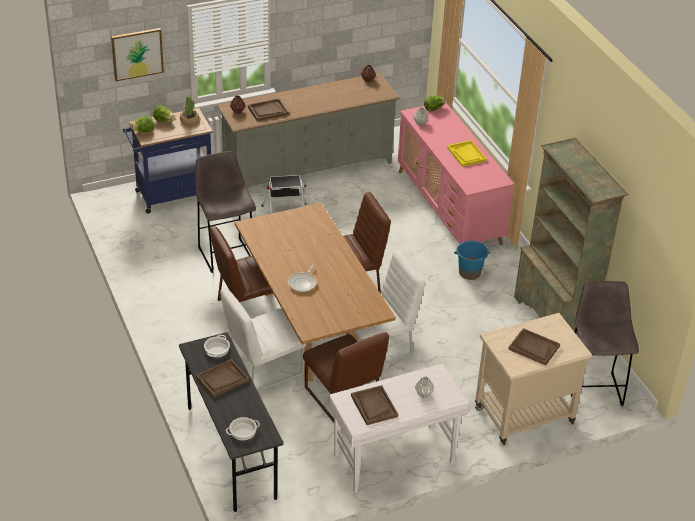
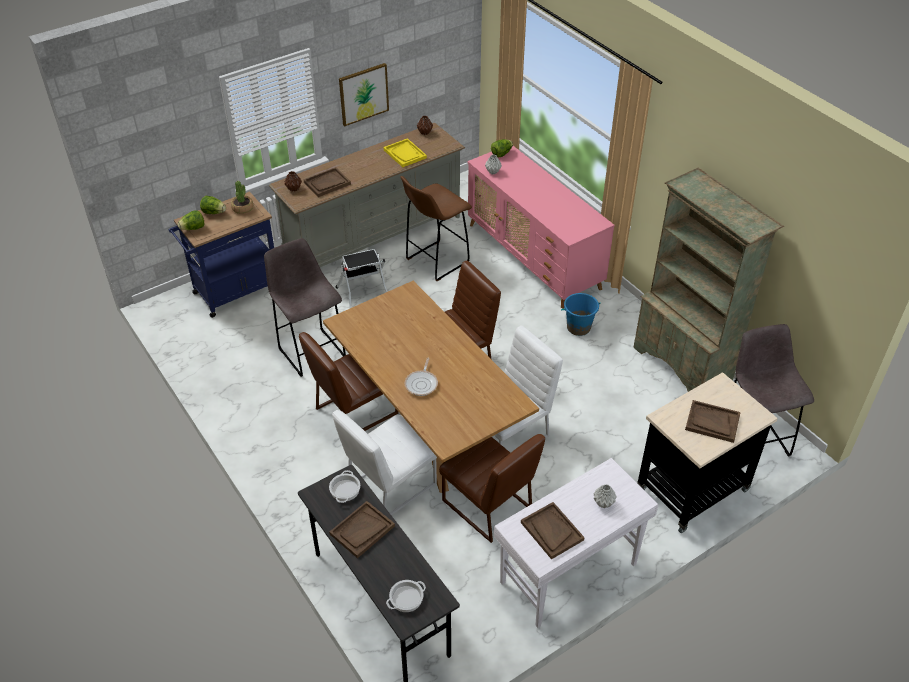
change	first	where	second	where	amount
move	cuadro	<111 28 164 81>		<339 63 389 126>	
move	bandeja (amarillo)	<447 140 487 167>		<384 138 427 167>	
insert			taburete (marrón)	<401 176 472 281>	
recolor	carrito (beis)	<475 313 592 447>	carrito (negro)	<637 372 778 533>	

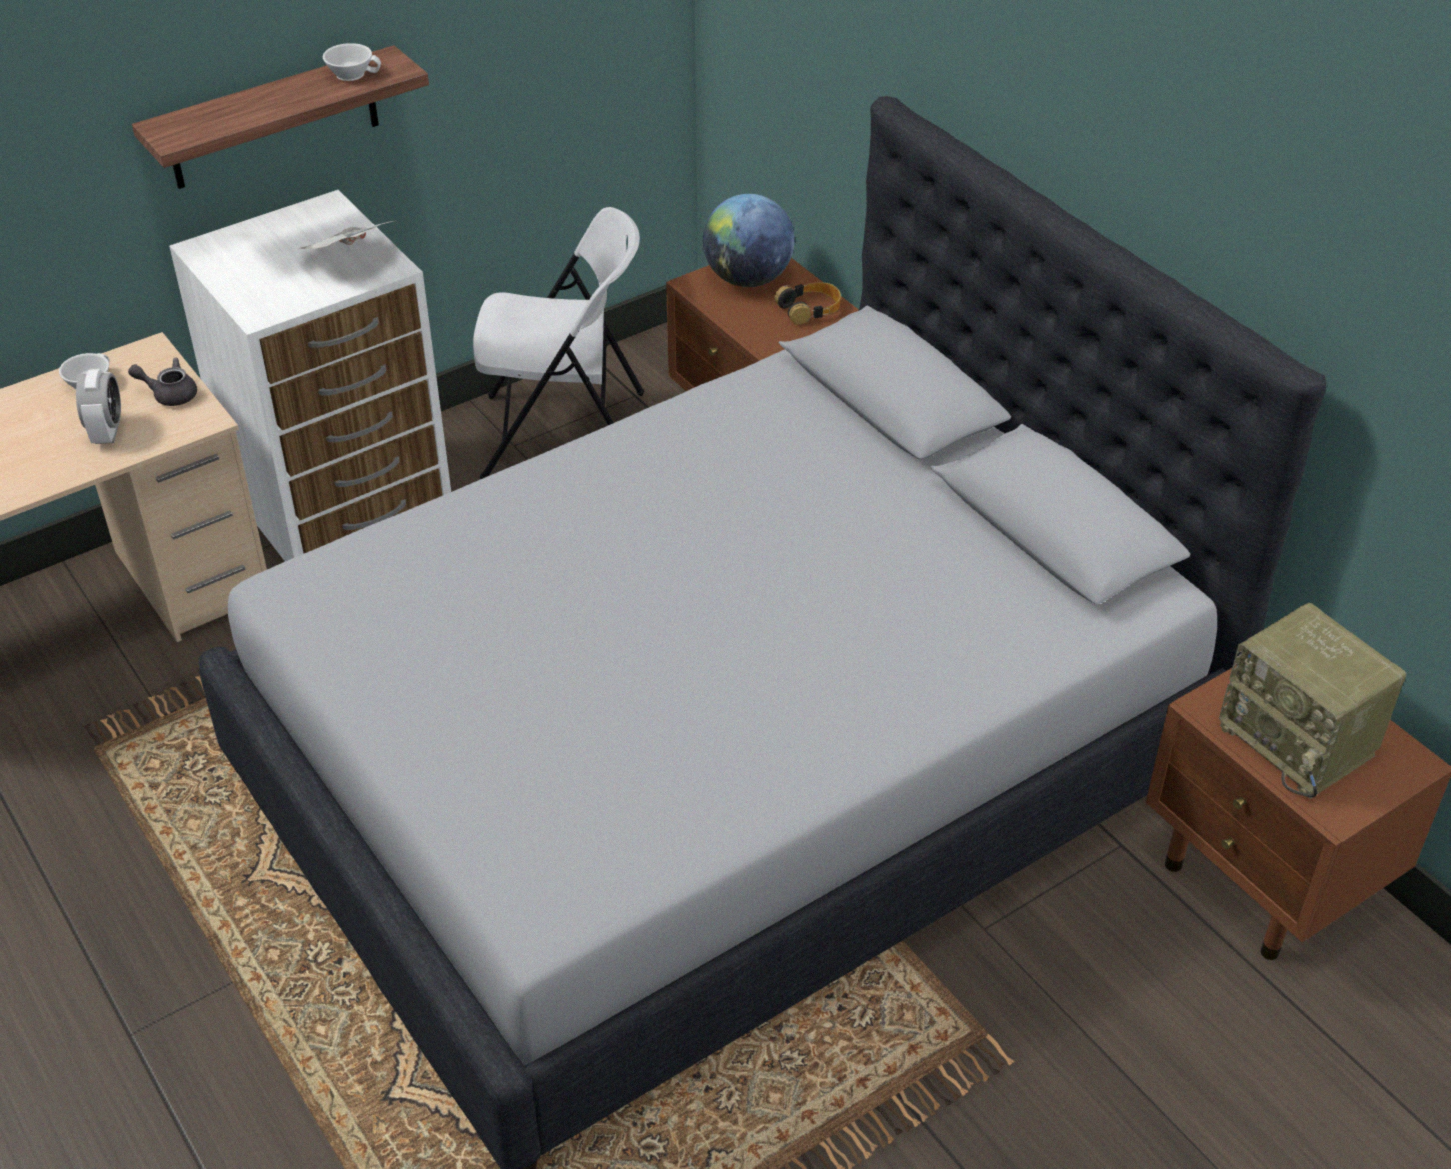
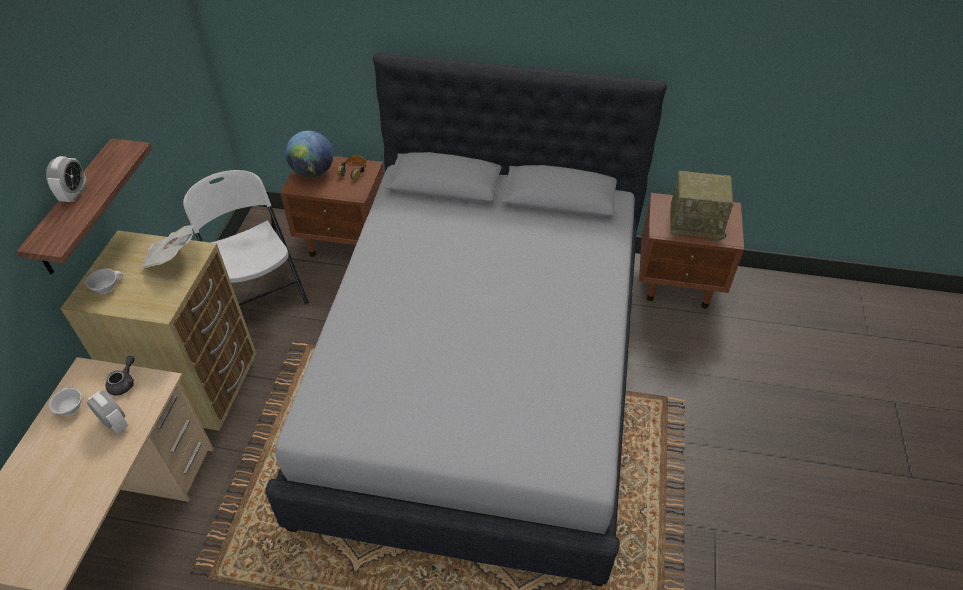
change	first	where	second	where	amount
insert			despertador	<46 156 87 202>	
recolor	cómoda (blanco)	<169 190 451 561>	cómoda (marrón)	<60 230 256 431>	
move	taza (blanco)	<323 43 381 81>		<86 268 123 294>	
rotate	tetera (gris)	<128 358 197 406>		<105 356 135 396>	150 degrees clockwise
rotate	silla (blanco)	<473 207 644 479>		<183 170 309 306>	75 degrees counterclockwise

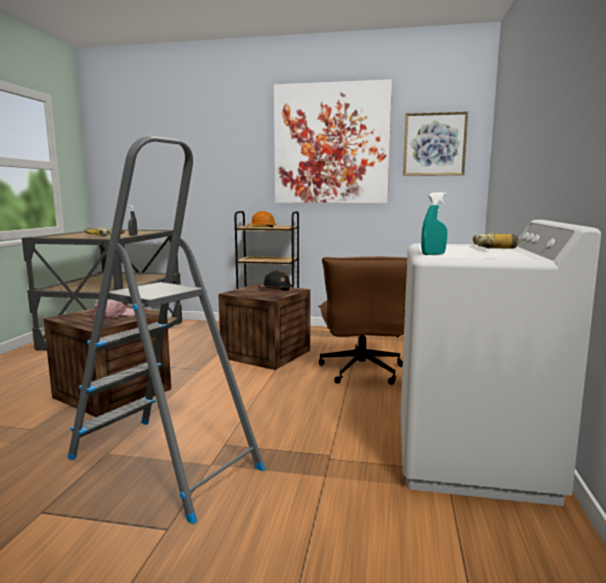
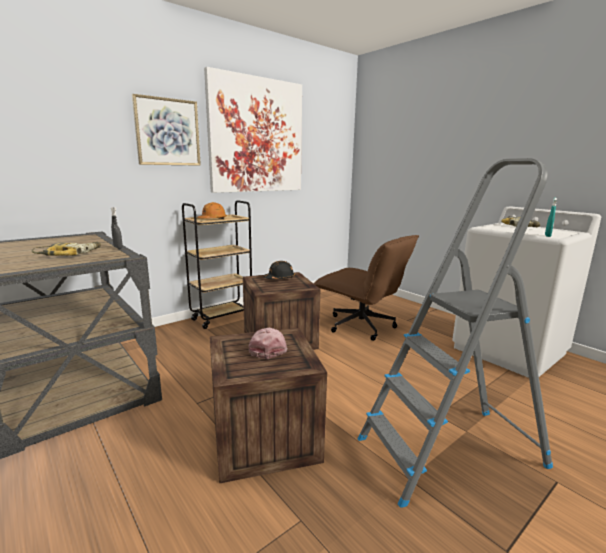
change	first	where	second	where	amount
move	cuadro	<403 112 468 176>		<132 94 201 166>	

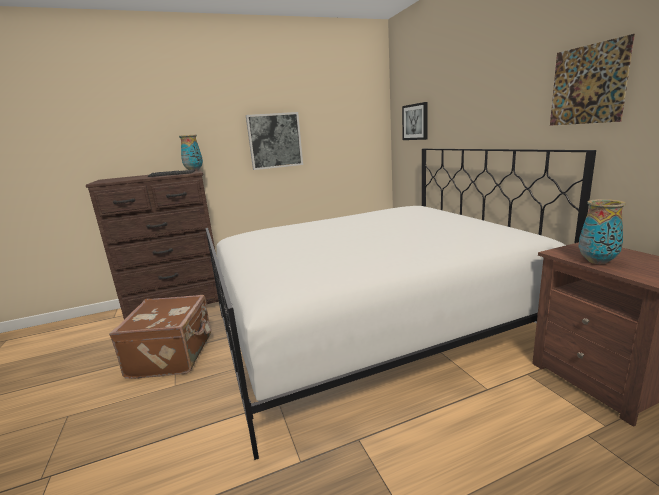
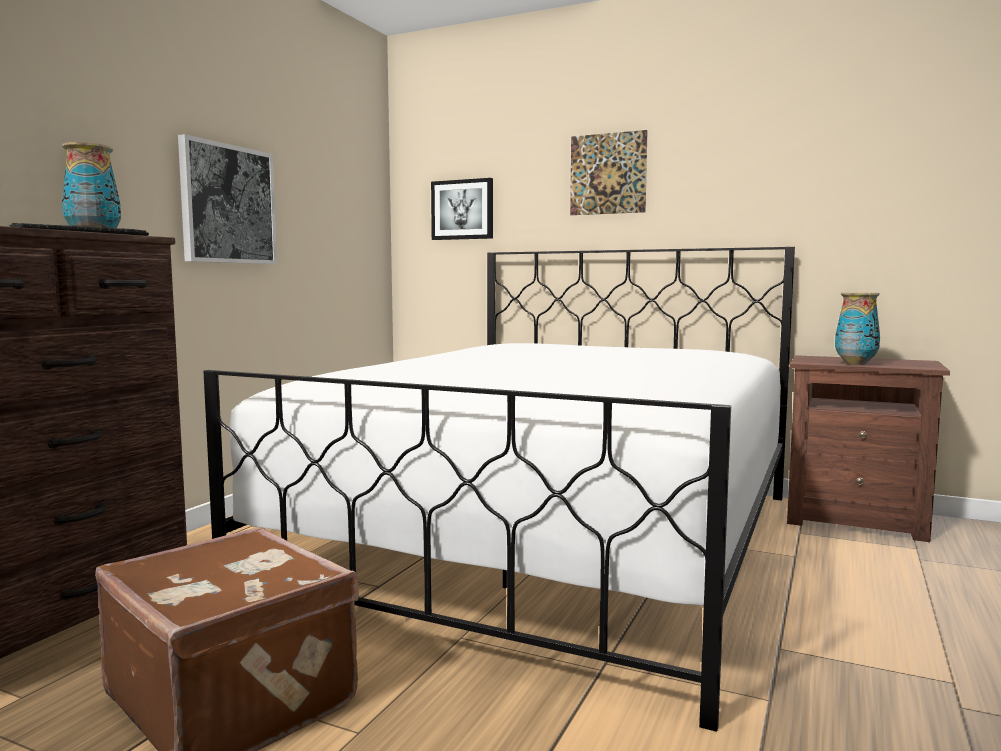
change	first	where	second	where	amount
move	cuadro	<550 34 635 126>		<570 130 648 215>	

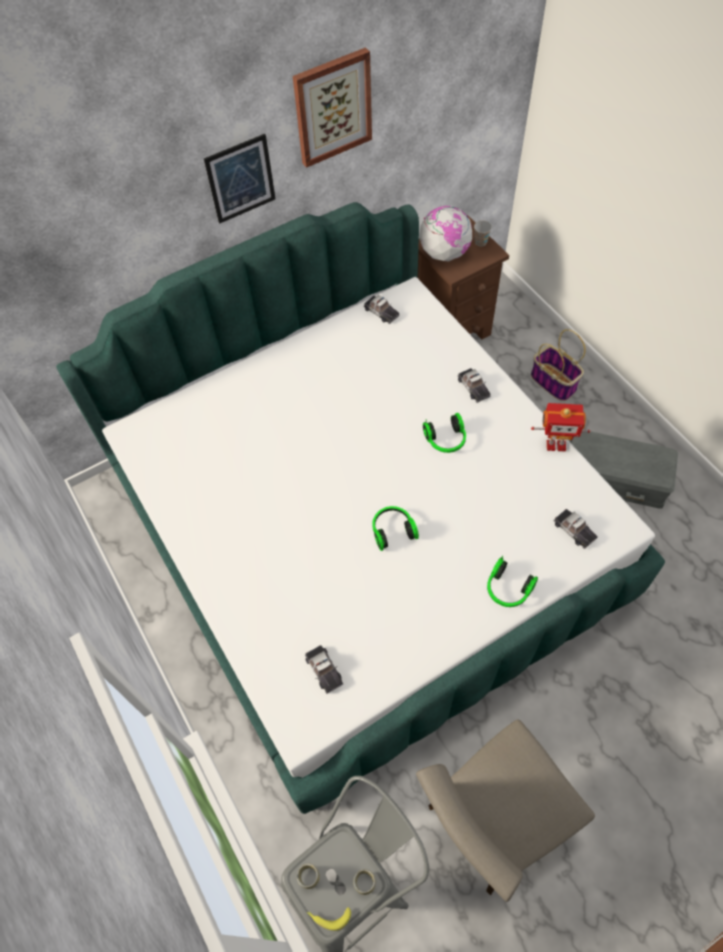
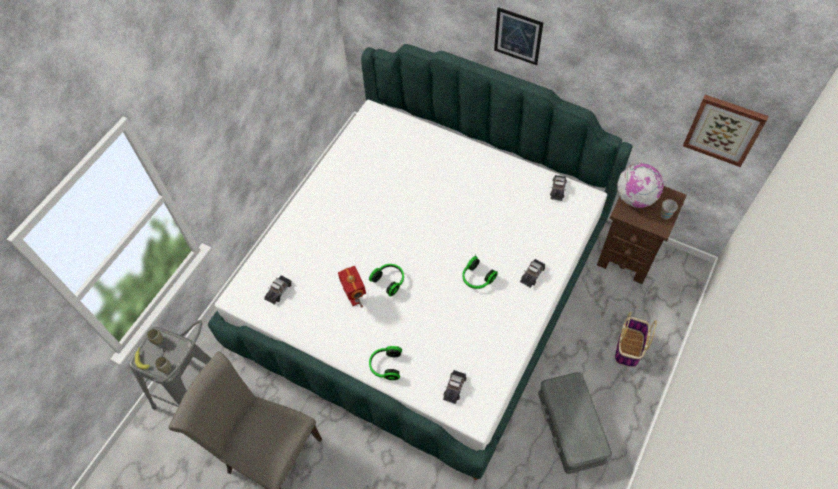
change	first	where	second	where	amount
move	robot de juguete	<531 403 590 452>		<338 266 366 308>	
move	cuadro	<293 47 372 168>		<683 94 768 167>	

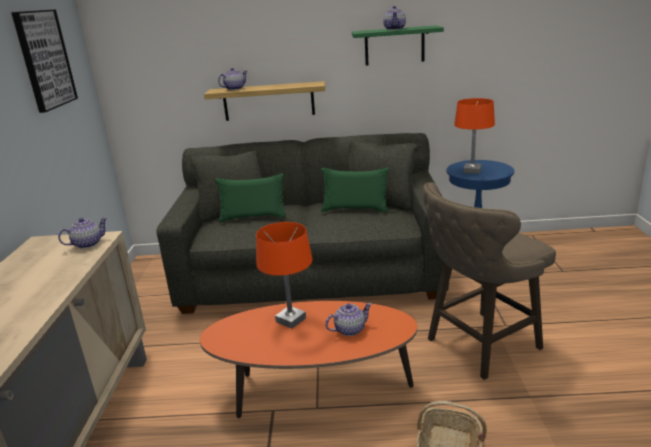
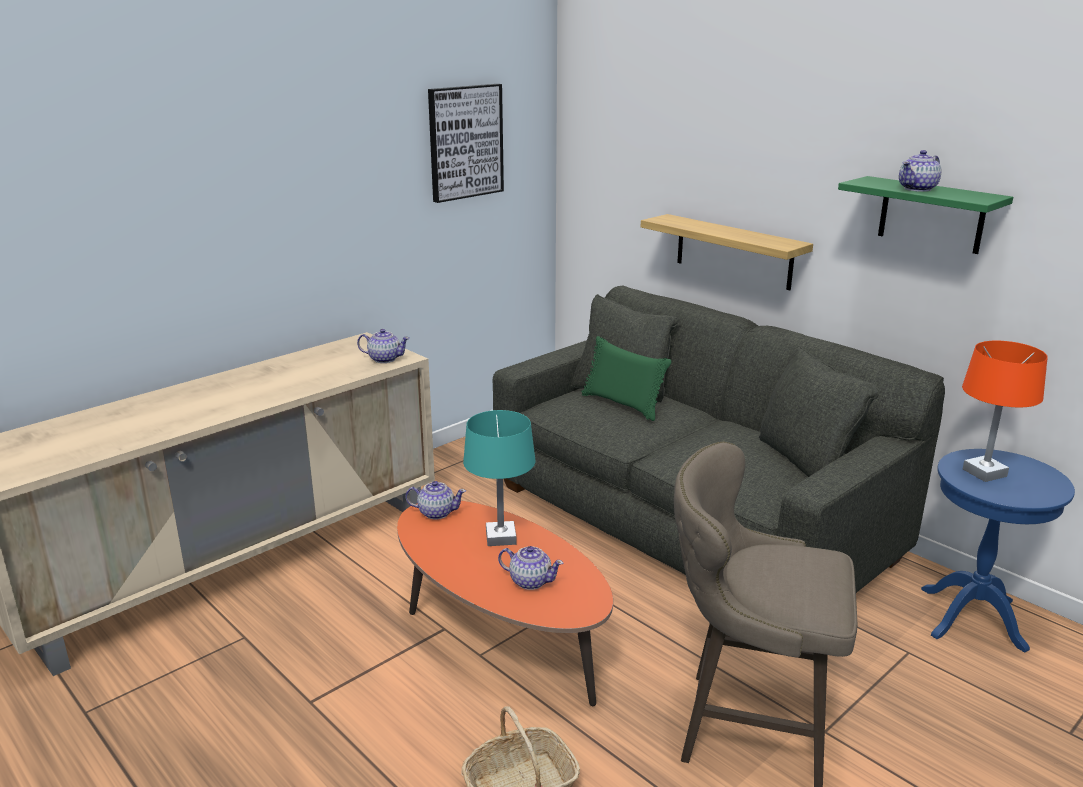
change	first	where	second	where	amount
move	tetera	<218 68 247 90>		<405 481 466 520>	
recolor	lámpara de mesa (naranja)	<256 222 312 329>	lámpara de mesa (turquesa)	<463 410 535 546>	
delete	cojín (verde)	<321 168 389 213>			

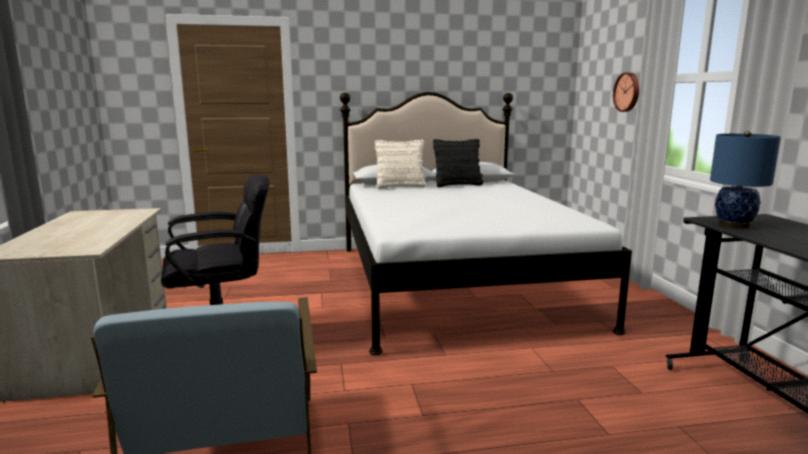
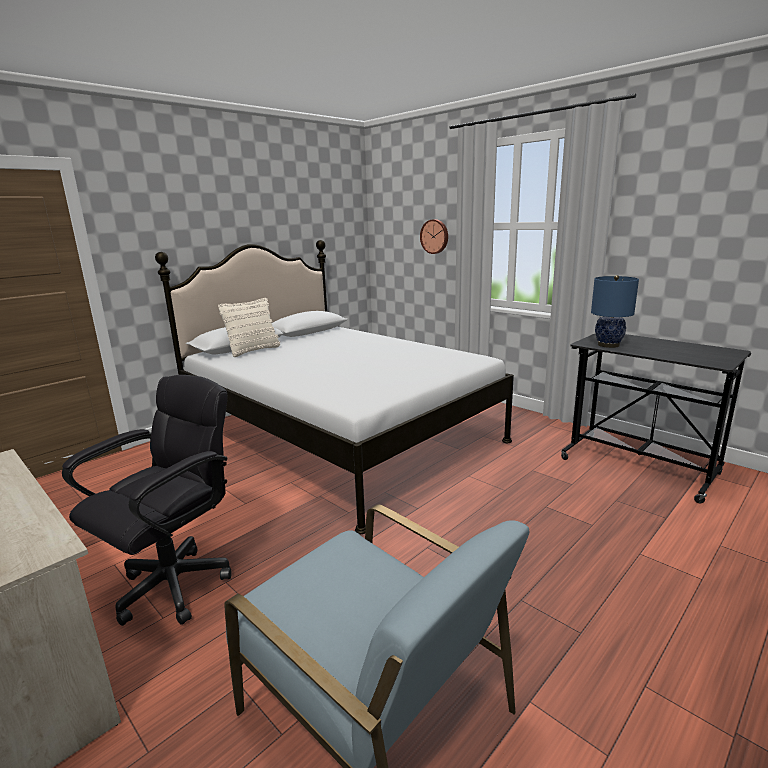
change	first	where	second	where	amount
delete	cojín (negro)	<433 139 483 187>			

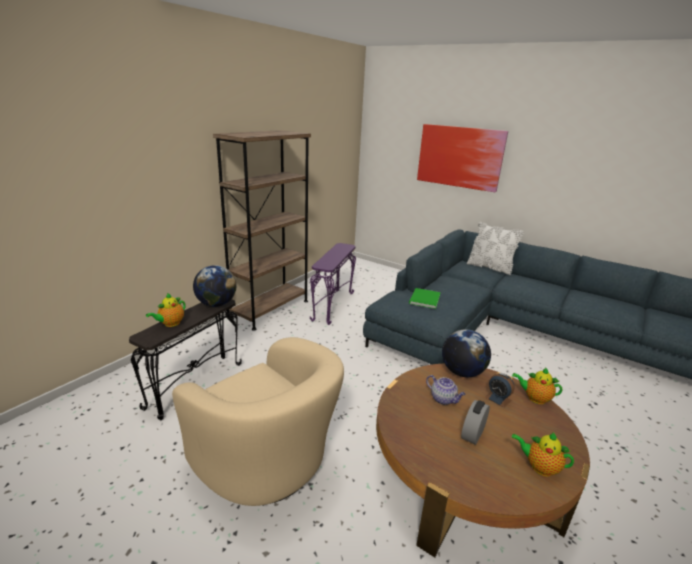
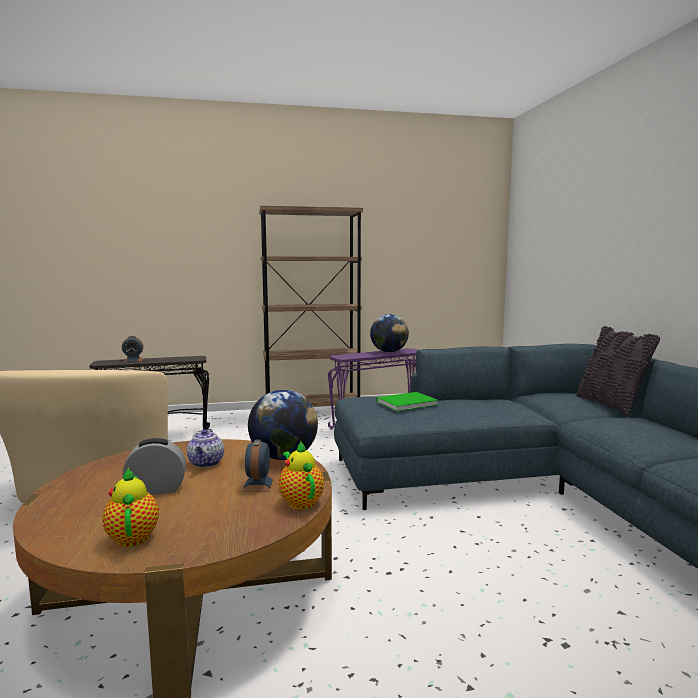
change	first	where	second	where	amount
replace	tetera	<146 293 186 327>	despertador	<122 336 143 362>	
move	globo terráqueo	<193 265 237 307>		<370 314 409 352>	
recolor	cojín (blanco)	<467 222 524 275>	cojín (negro)	<576 326 660 416>	
delete	cuadro	<417 124 508 192>			

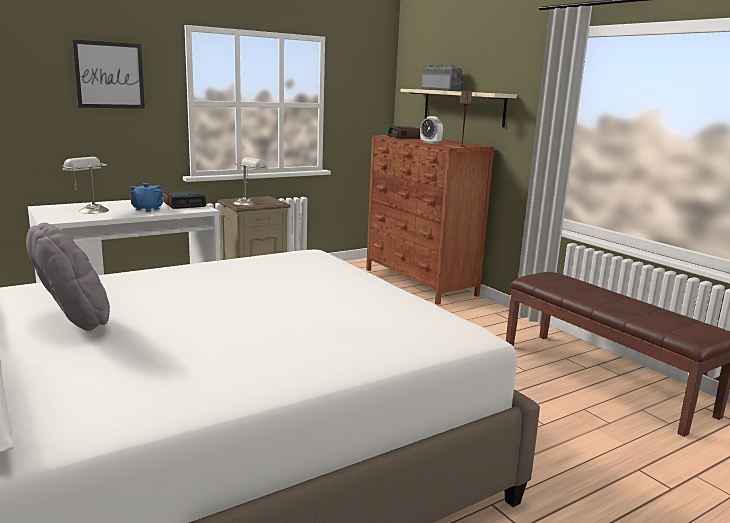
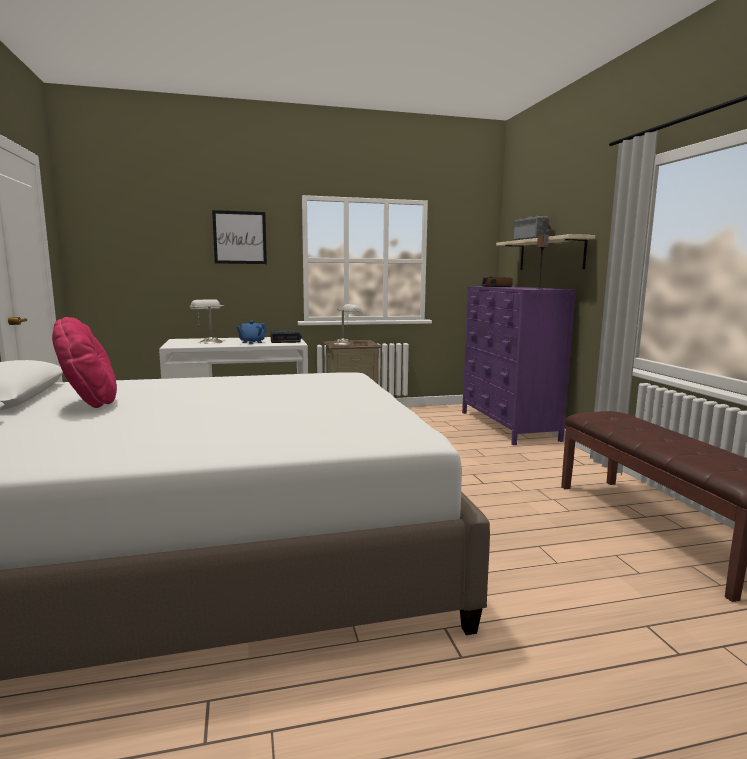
change	first	where	second	where	amount
recolor	cojín (gris)	<26 223 110 331>	cojín (rosa)	<52 317 117 408>	
recolor	cómoda (marrón)	<366 135 494 305>	cómoda (morado)	<462 286 576 445>	
delete	despertador	<420 116 443 144>			

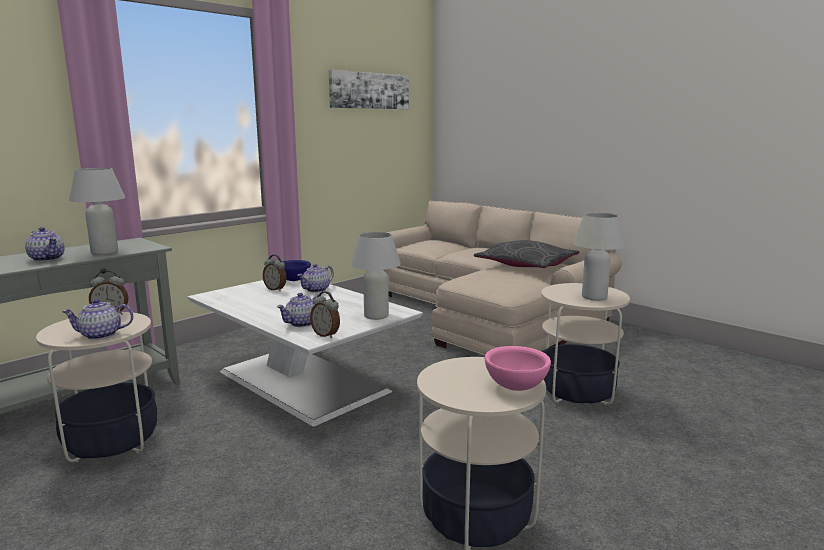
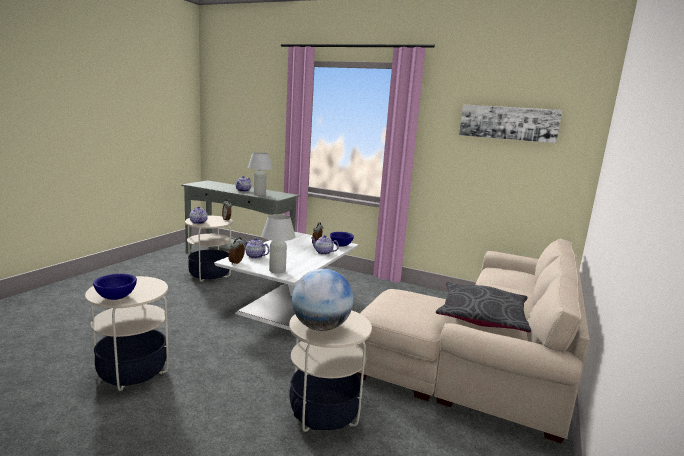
change	first	where	second	where	amount
recolor	cuenco (rosa)	<485 346 551 391>	cuenco (azul)	<93 273 137 300>	
replace	lámpara de mesa (blanco)	<573 213 625 301>	globo terráqueo	<292 269 353 331>	

